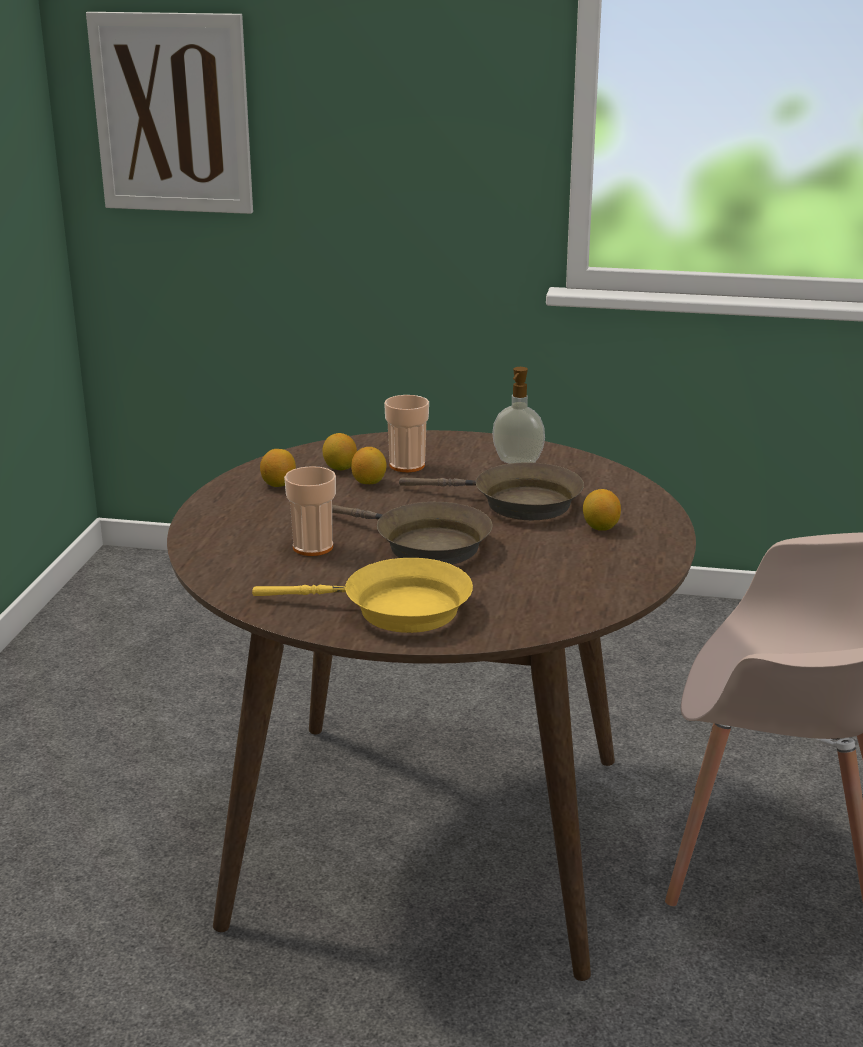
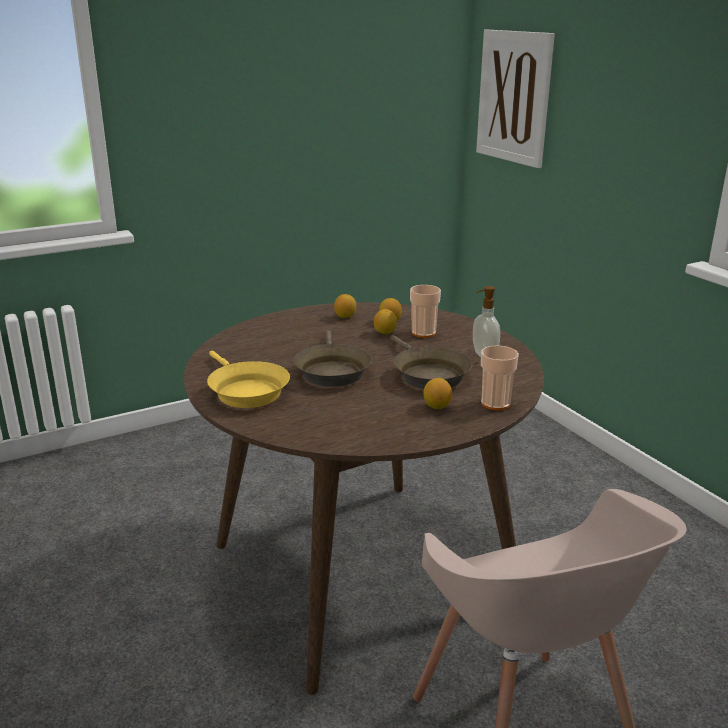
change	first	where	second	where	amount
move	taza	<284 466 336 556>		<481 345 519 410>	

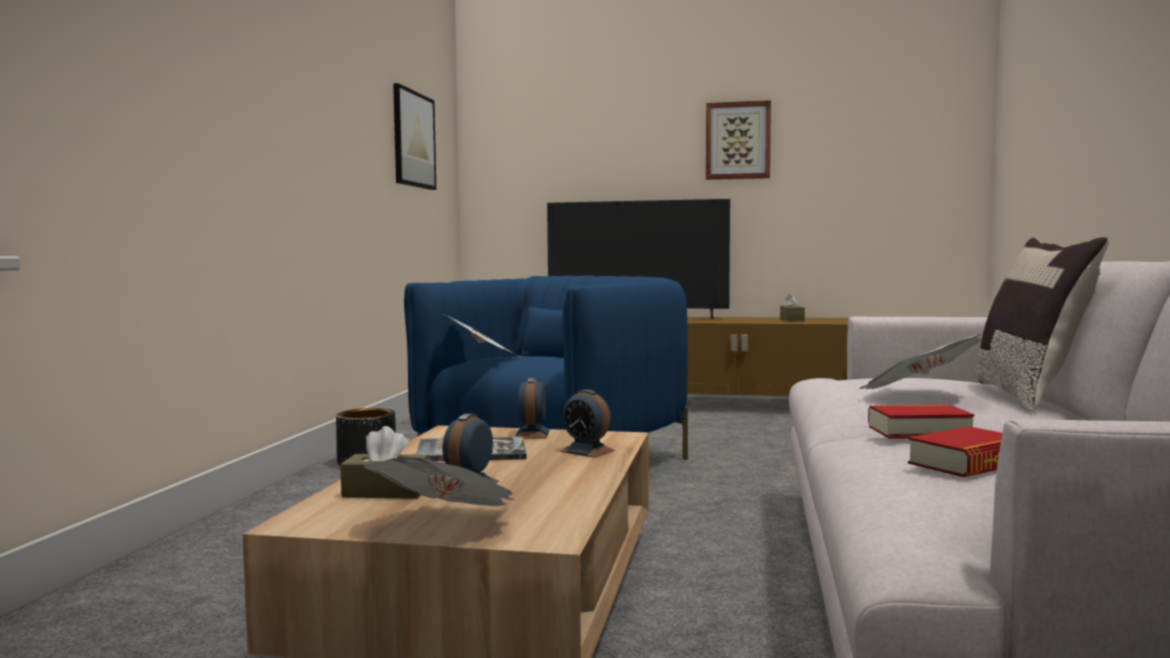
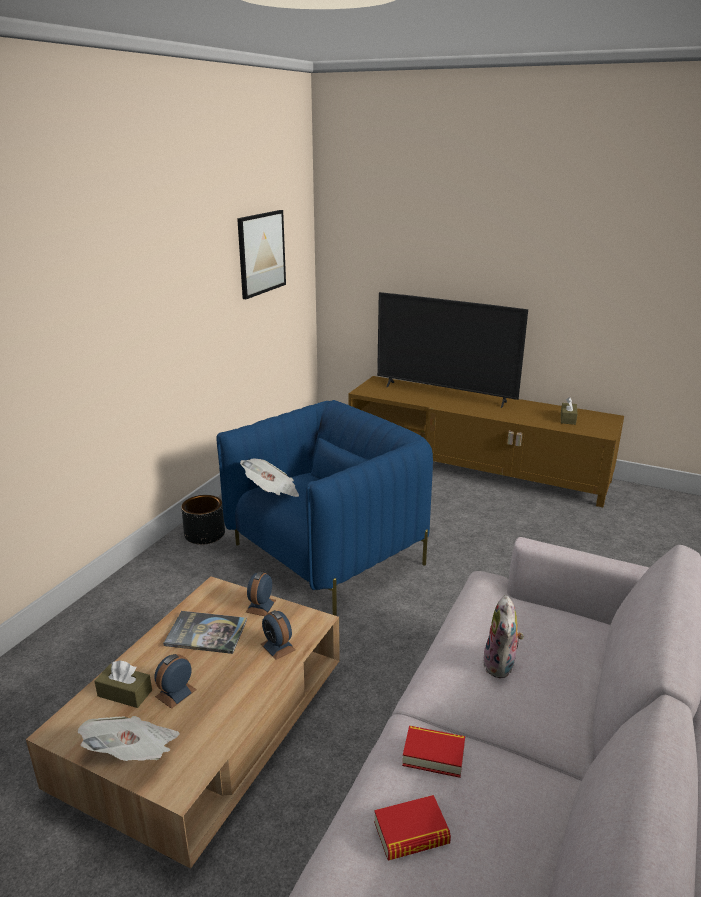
change	first	where	second	where	amount
replace	periódico	<860 334 981 390>	peluche	<483 595 524 678>	
delete	cuadro	<706 100 771 180>			
delete	cojín	<975 237 1109 412>			

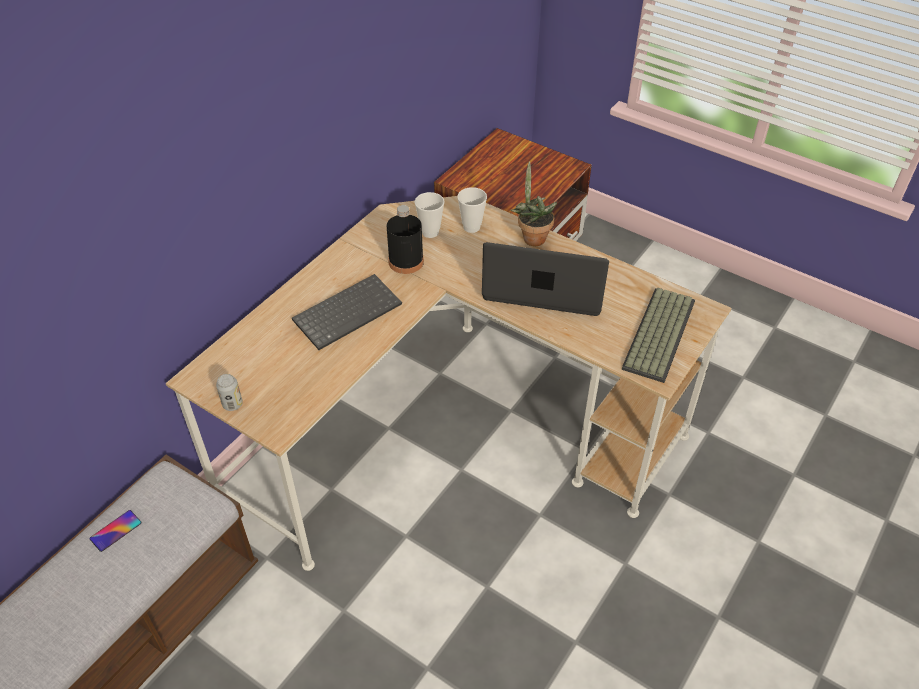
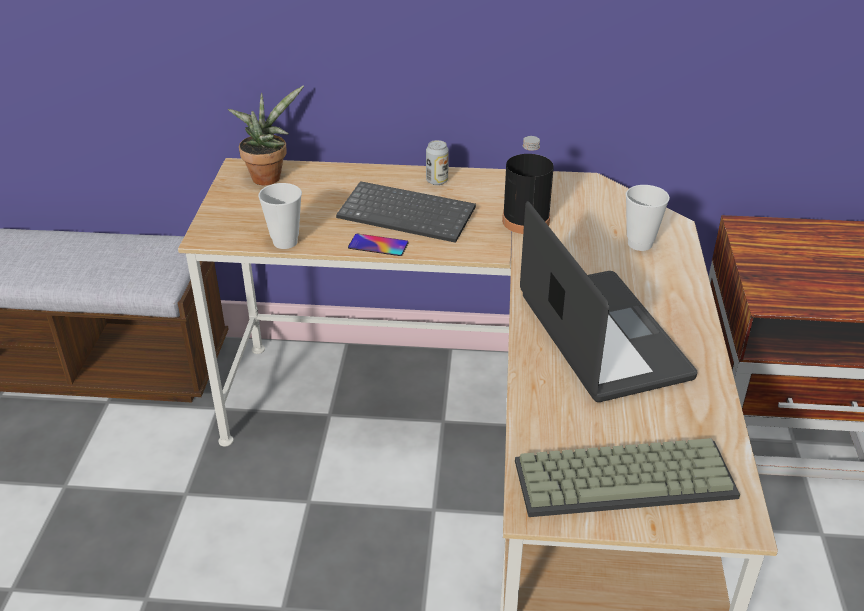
change	first	where	second	where	amount
move	planta en maceta	<511 161 557 246>		<228 86 304 185>	
move	taza	<415 192 445 238>		<258 183 302 249>	
move	móvil	<90 510 141 552>		<348 233 409 256>	
move	lata	<216 374 243 411>		<426 140 449 185>	

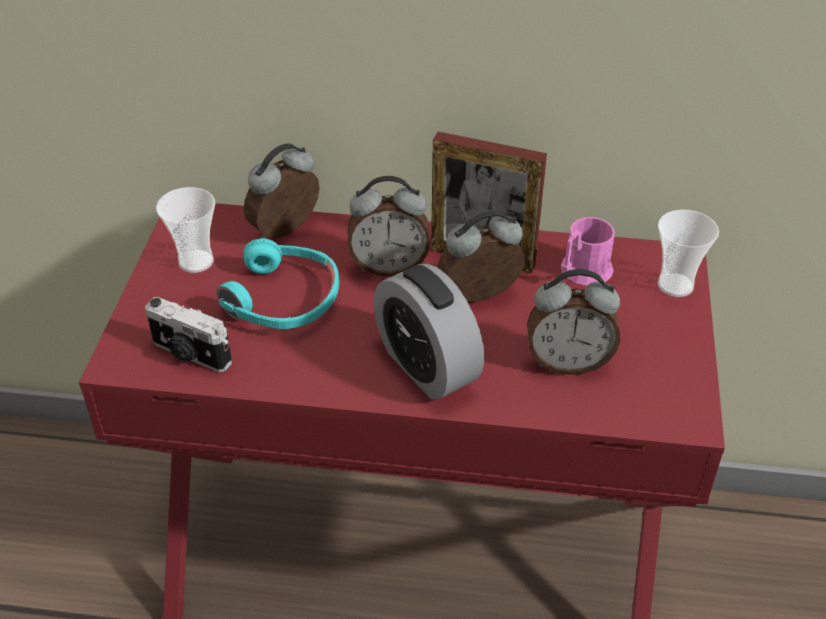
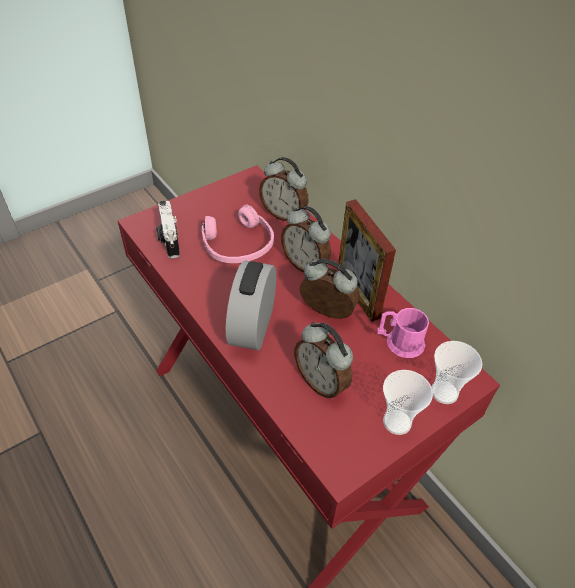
change	first	where	second	where	amount
recolor	auriculares (turquesa)	<216 238 339 329>	auriculares (rosa)	<202 205 274 263>	
rotate	despertador	<244 143 320 239>		<259 157 308 221>	150 degrees counterclockwise
move	taza	<156 187 215 273>		<383 370 433 435>	

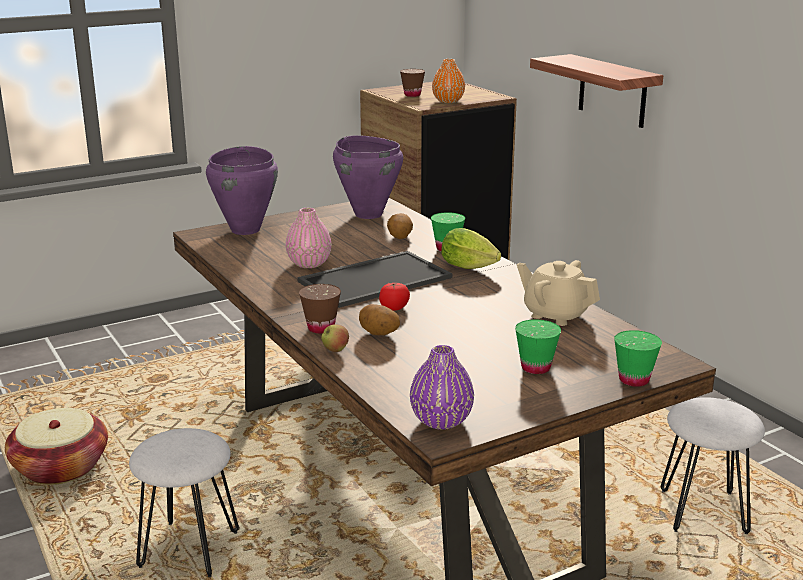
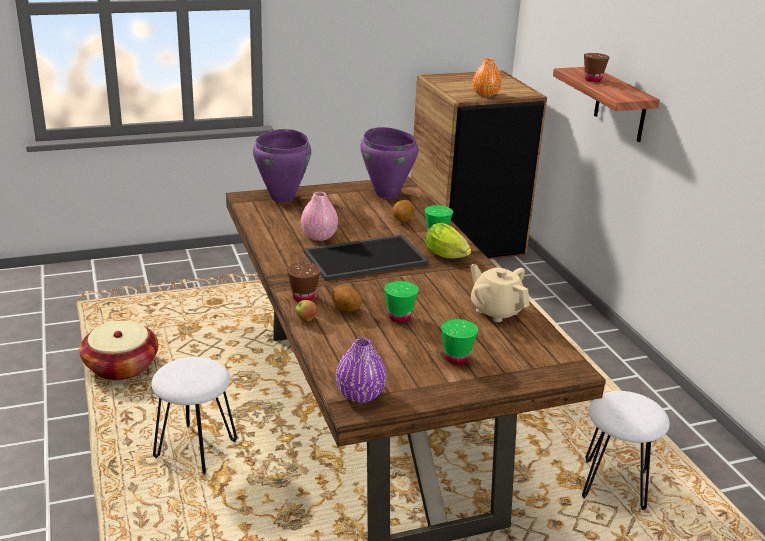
change	first	where	second	where	amount
move	taza (verde)	<614 330 662 387>		<384 281 418 323>	
move	taza (marrón)	<400 69 425 97>		<584 53 610 82>	
delete	tomate	<379 283 410 311>			

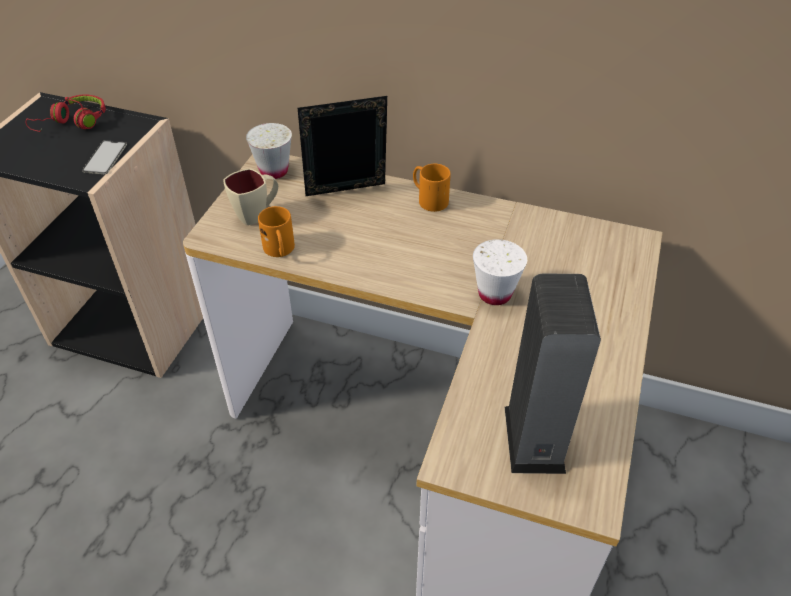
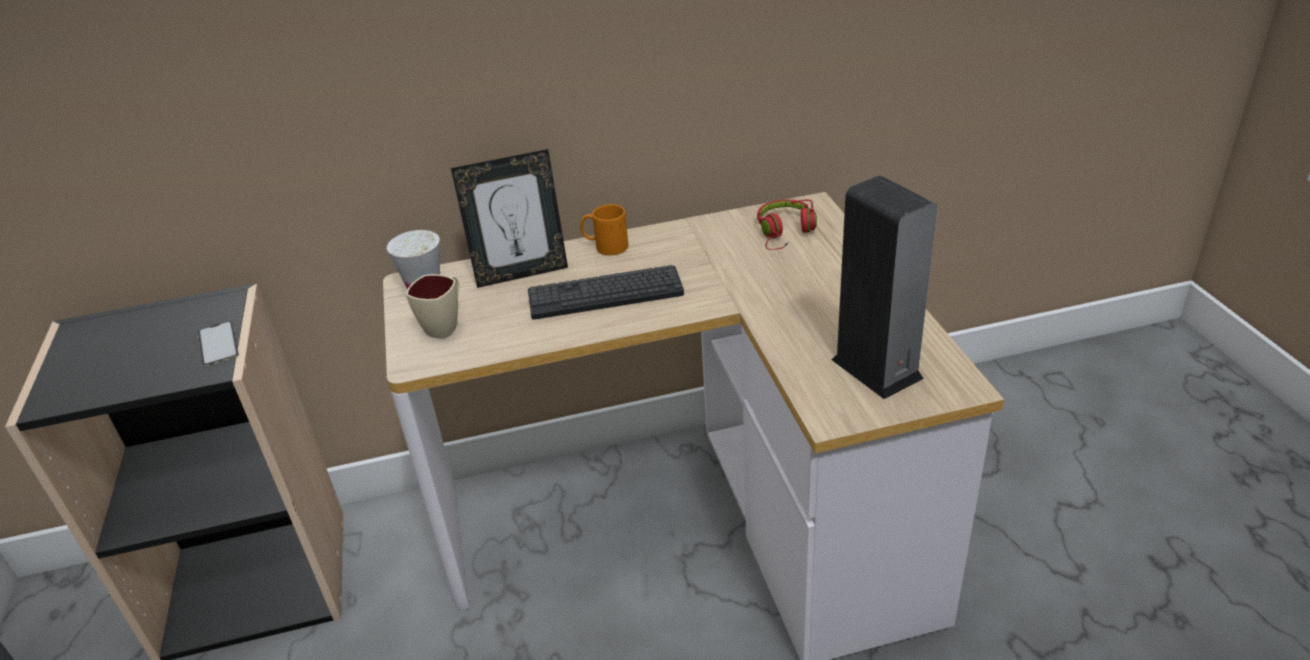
change	first	where	second	where	amount
rotate	portarretratos	<298 96 387 196>		<451 149 568 288>	150 degrees counterclockwise
insert			teclado	<528 265 684 320>	
move	auriculares (rojo)	<26 94 106 132>		<757 199 817 250>	
delete	taza grande (naranja)	<258 206 295 257>			
delete	taza (blanco)	<473 239 527 305>			

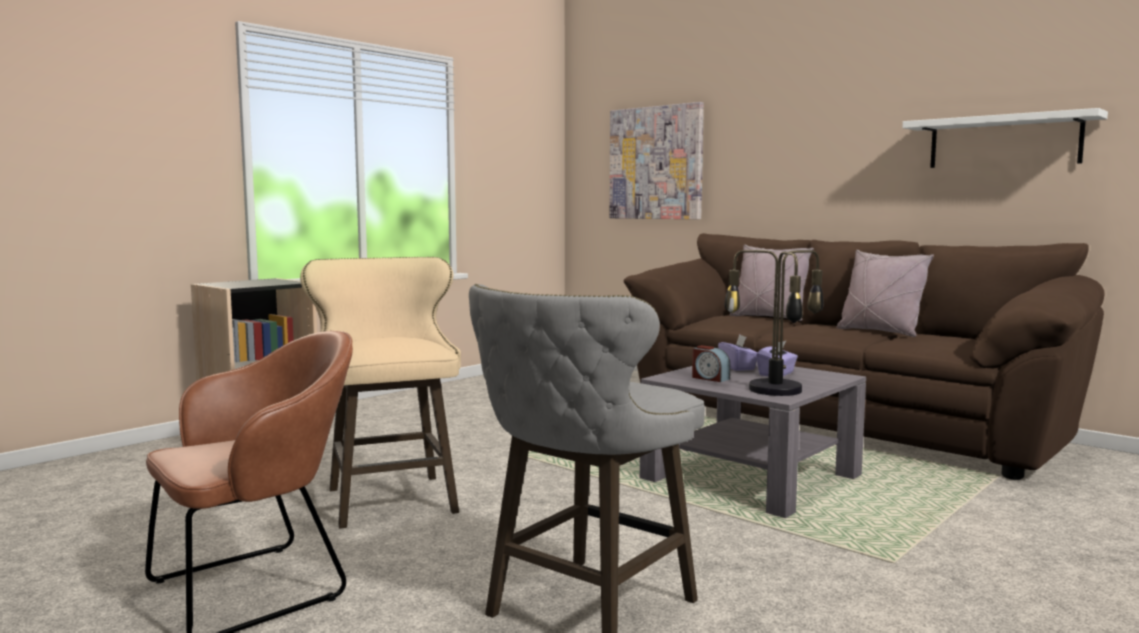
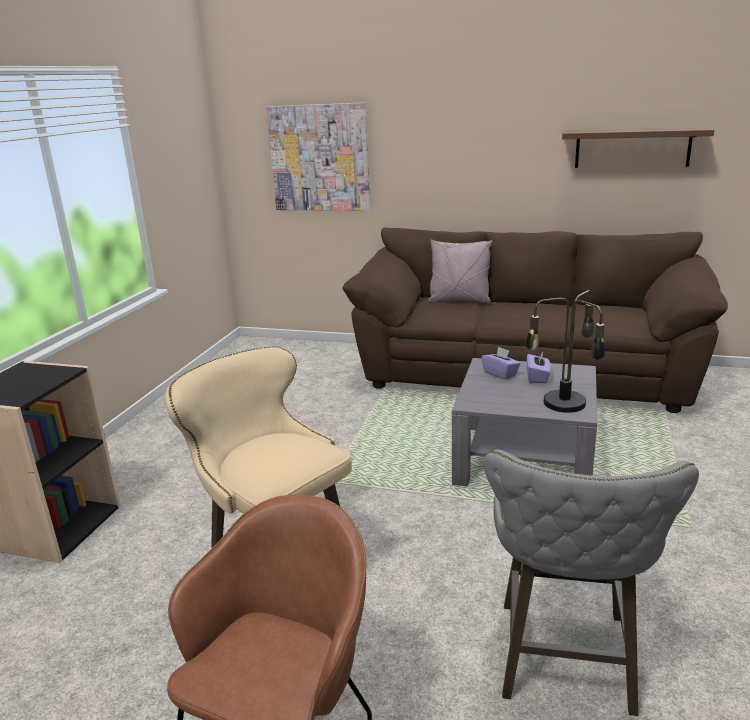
change	first	where	second	where	amount
recolor	estante (blanco)	<902 108 1108 168>	estante (marrón)	<562 127 714 168>	
delete	despertador	<692 345 730 382>			
delete	cojín (morado)	<836 250 934 337>			

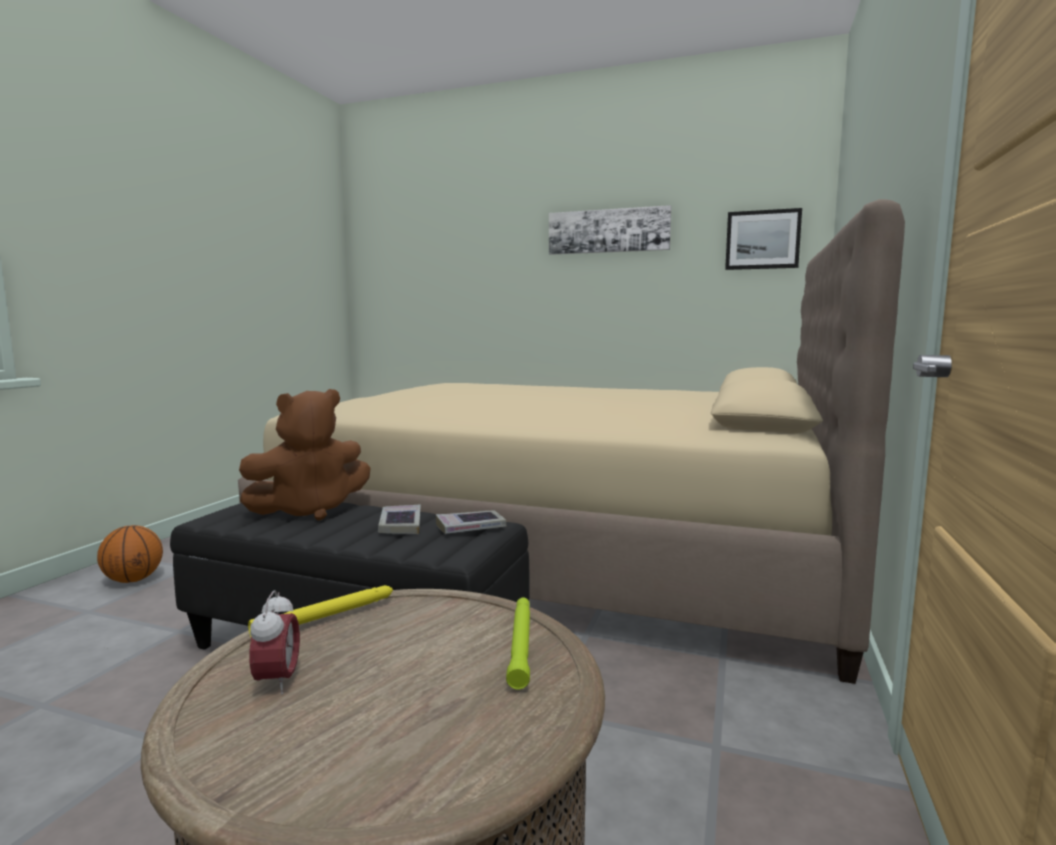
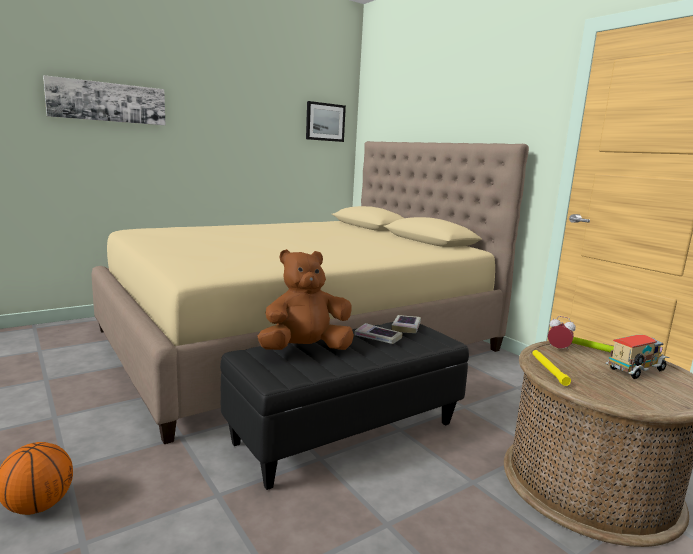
change	first	where	second	where	amount
move	cuadro	<549 205 671 255>		<43 75 166 125>	
rotate	peluche (marrón)	<239 389 370 520>		<257 249 354 350>	120 degrees counterclockwise
move	despertador	<250 590 300 695>		<548 316 576 350>	
insert			camión de juguete	<606 335 670 379>	

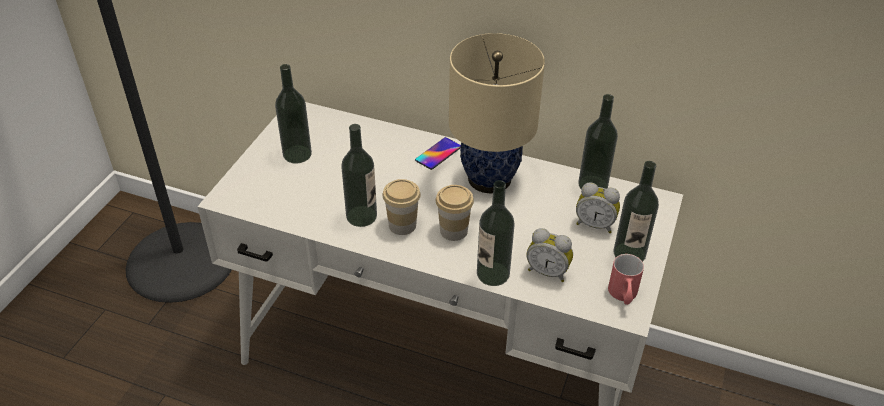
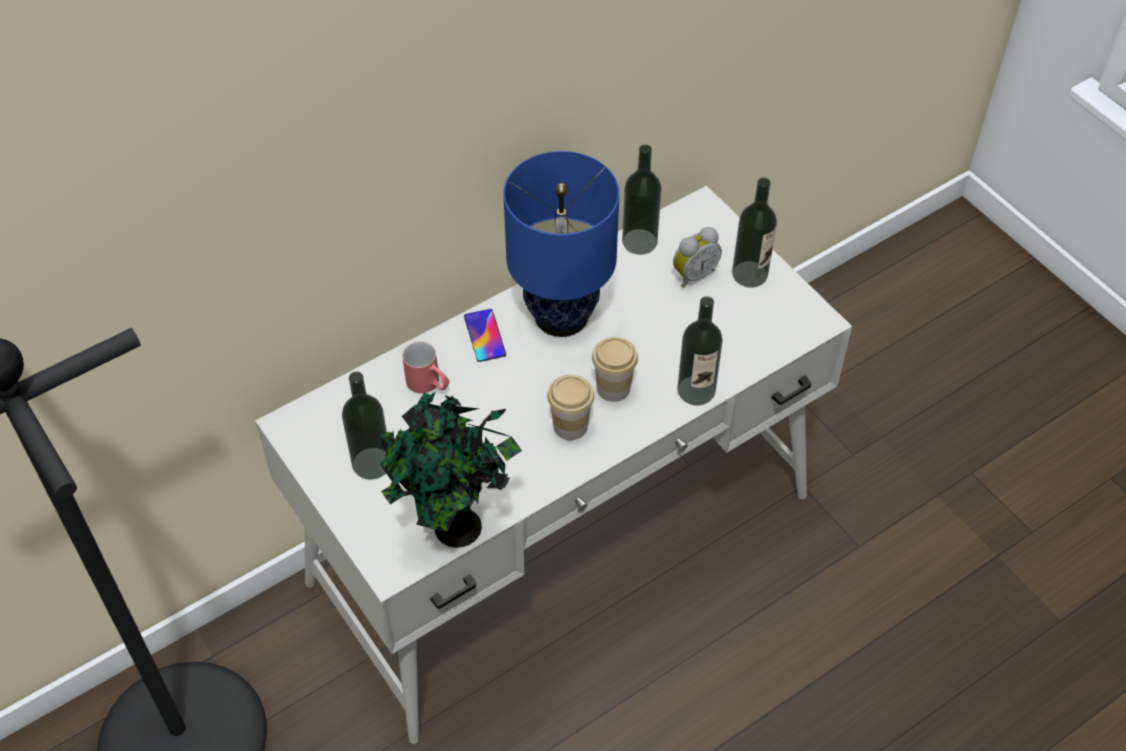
change	first	where	second	where	amount
insert			planta en maceta	<379 391 522 548>	
move	taza grande (rojo)	<608 254 644 305>		<402 341 449 393>	
recolor	lámpara de mesa (beis)	<449 33 545 193>	lámpara de mesa (azul)	<503 151 619 337>	
delete	botella	<341 124 377 227>			
delete	despertador	<526 228 573 282>			

